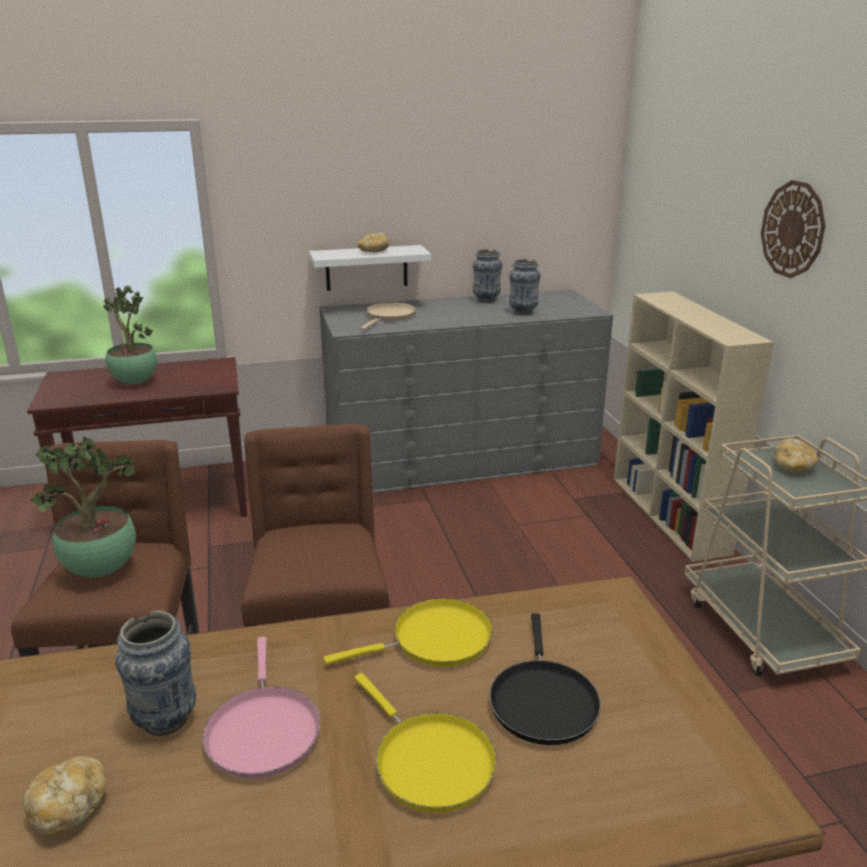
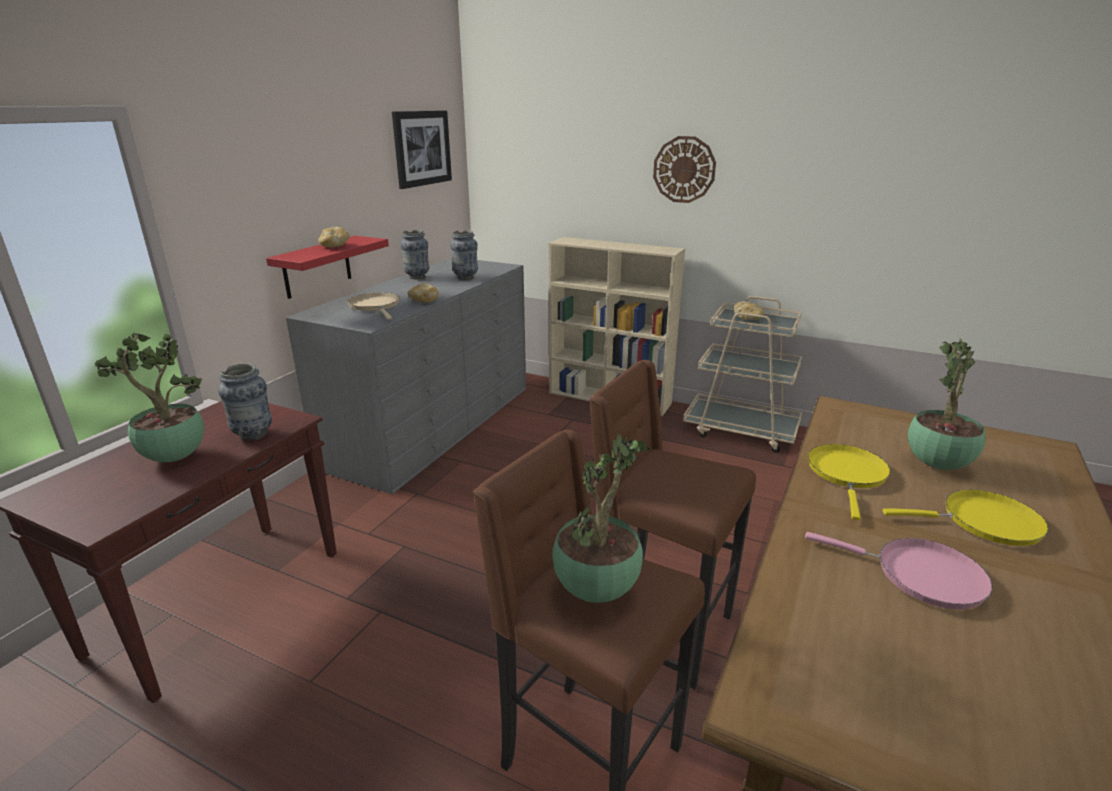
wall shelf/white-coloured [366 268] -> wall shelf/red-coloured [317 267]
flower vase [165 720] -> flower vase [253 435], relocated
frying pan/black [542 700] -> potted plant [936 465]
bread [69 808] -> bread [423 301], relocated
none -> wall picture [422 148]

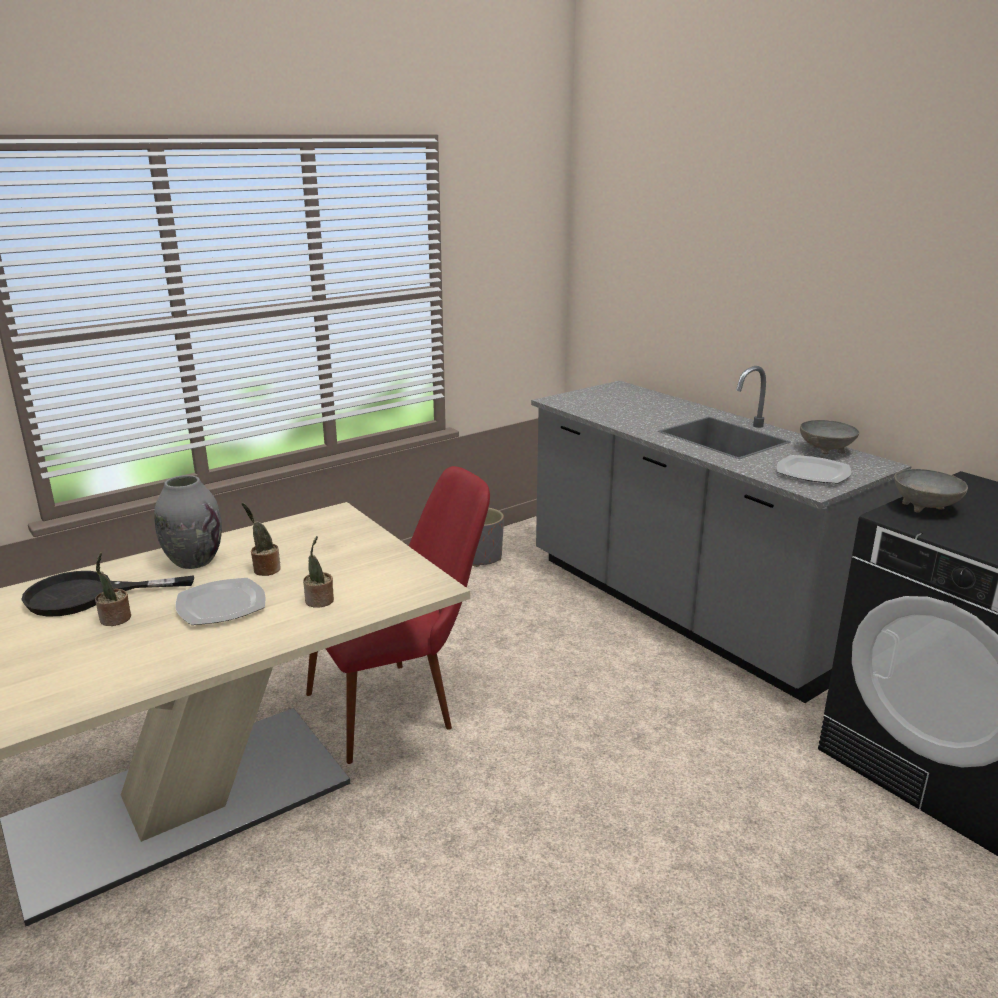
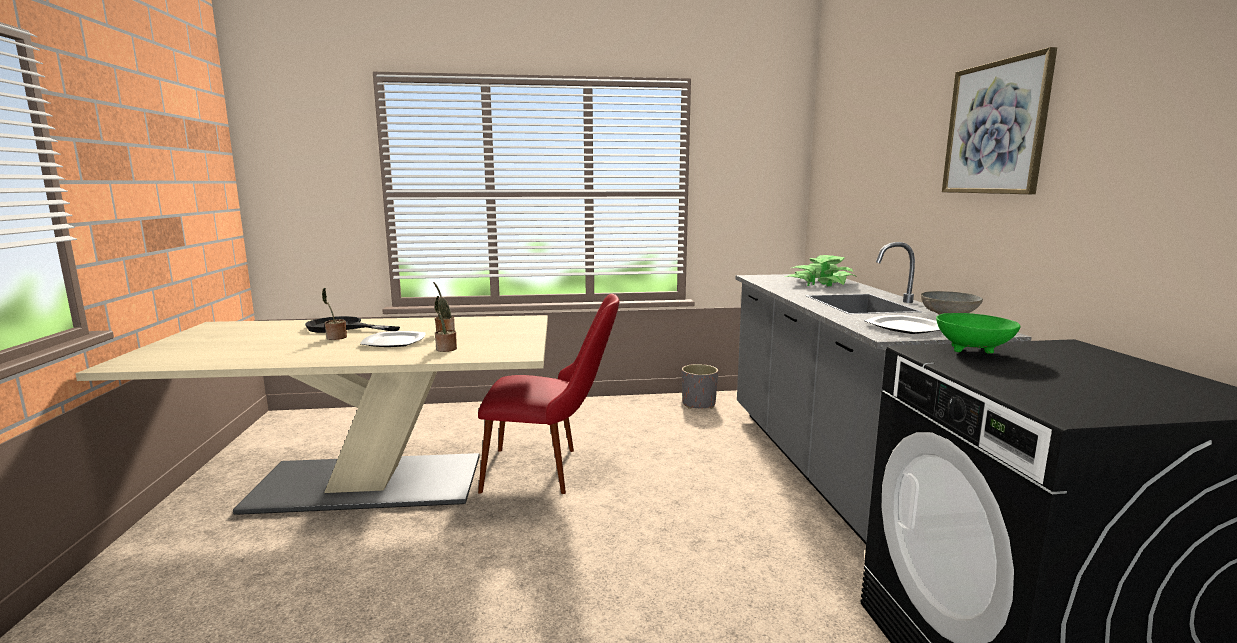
deep dish/greyish [925 508] -> deep dish/green [972 351]
flower vase/greyish [194 561] -> none
none -> wall picture [995 128]
none -> potted plant [821 283]

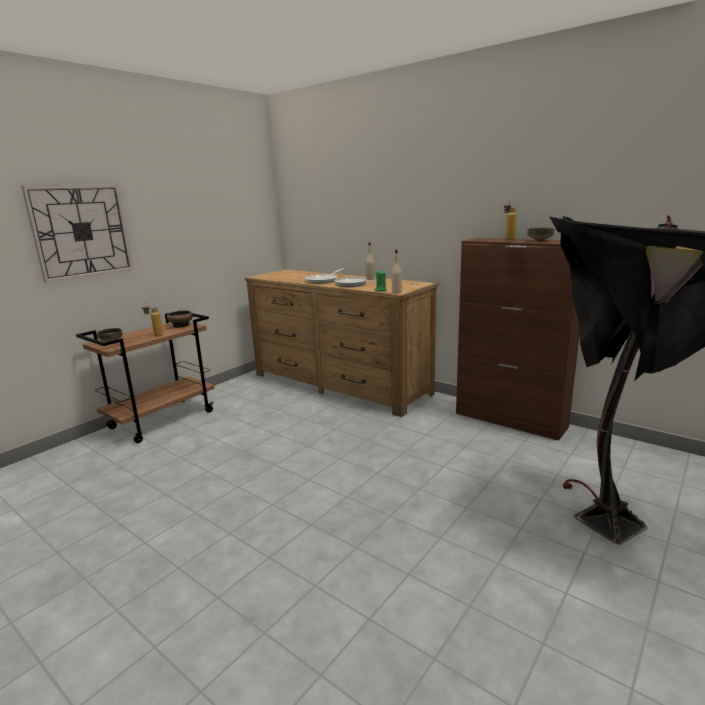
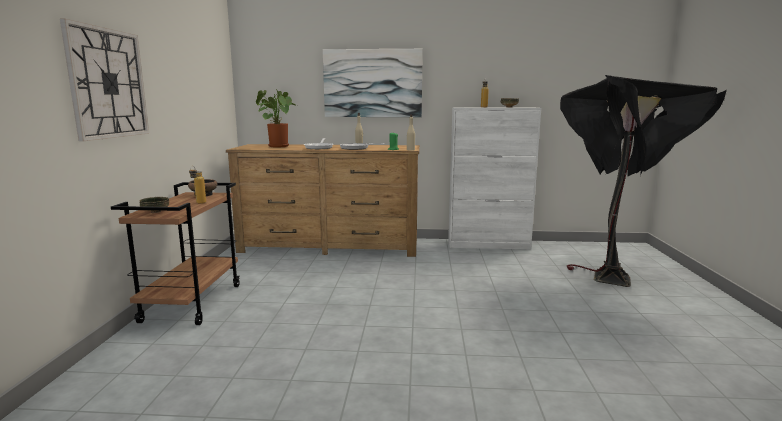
storage cabinet/brown-coloured [510 420] -> storage cabinet/white-coloured [489 244]
none -> wall picture [372 83]
none -> potted plant [277 146]

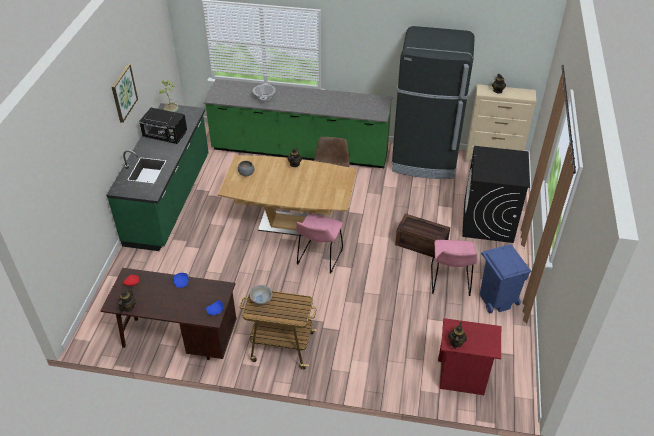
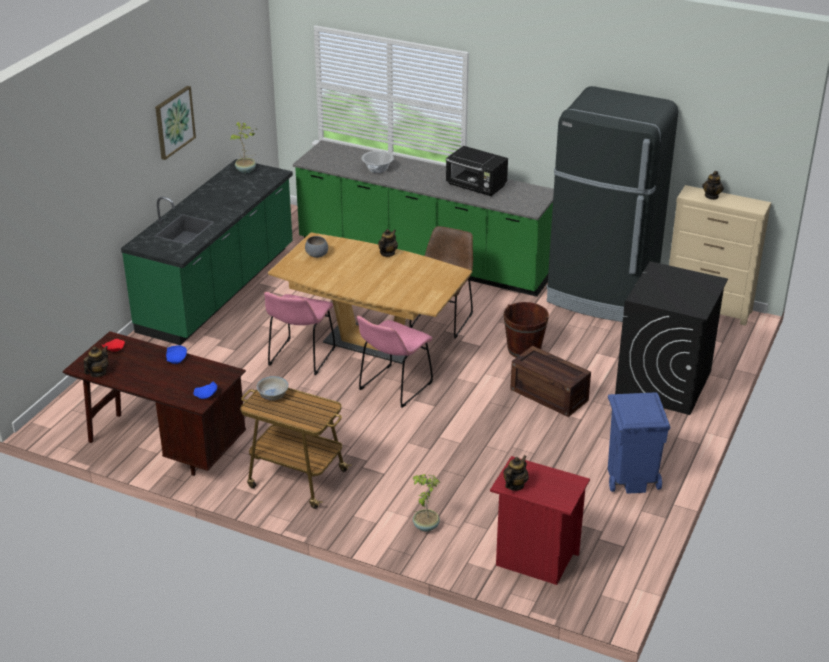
microwave oven/black [165 136] -> microwave oven/black [476 186], relocated
upright chair/pinkish [450 283] -> upright chair/pinkish [300 359], relocated
none -> pail/brown-coloured [524 349]
none -> potted plant [425 526]

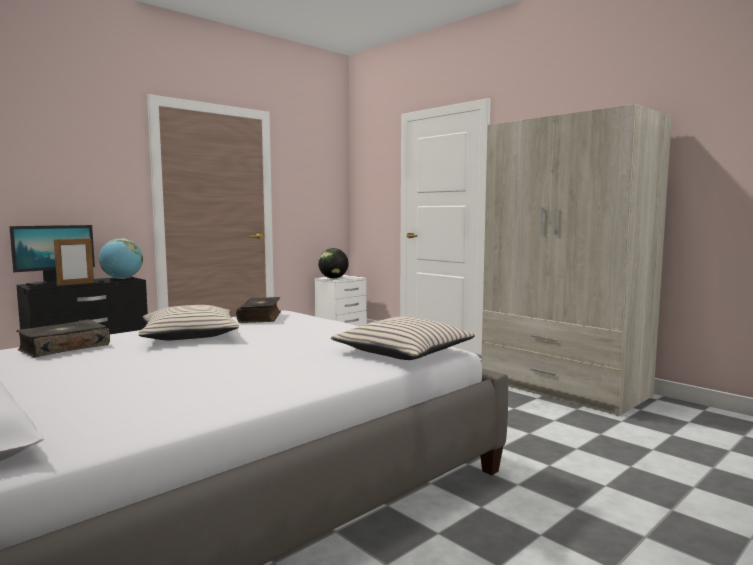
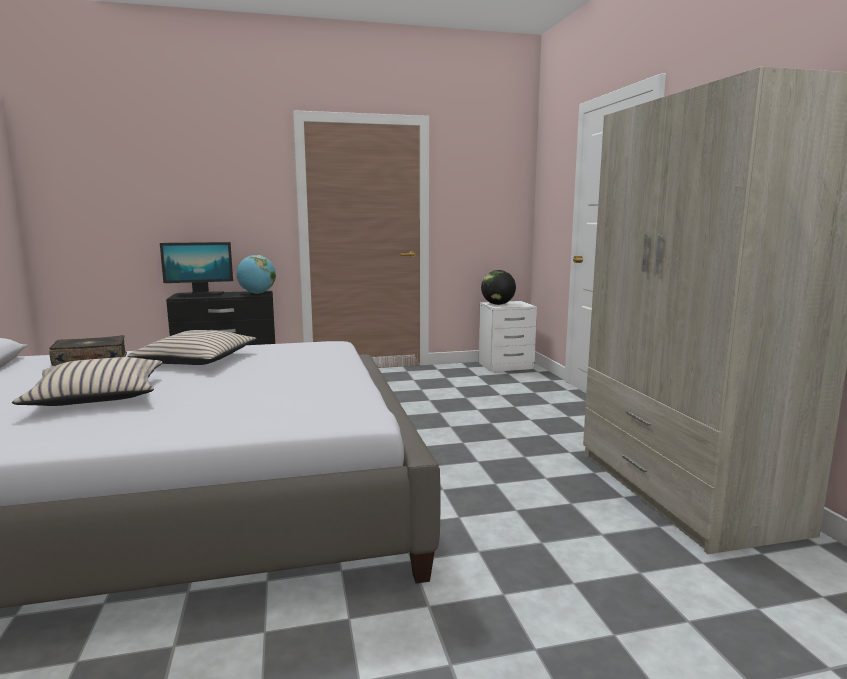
standing frame [75 284] -> none
bound book [261 317] -> none
throw pillow/sand-coloured [404 352] -> throw pillow/sand-coloured [97 396], relocated

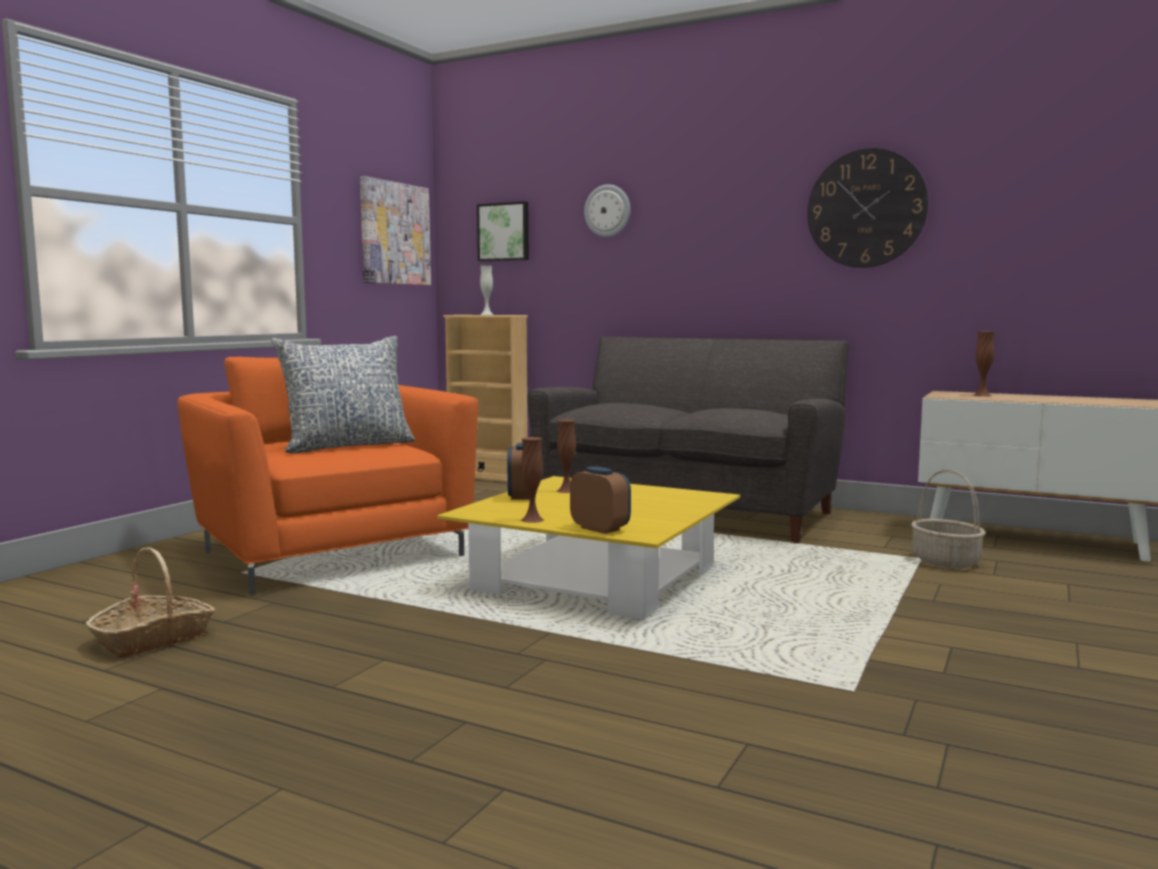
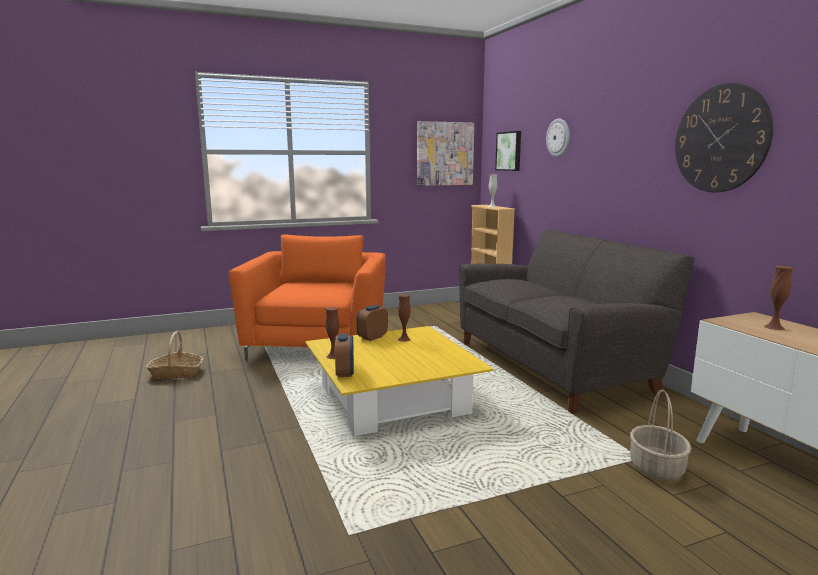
throw pillow [347 446] -> none

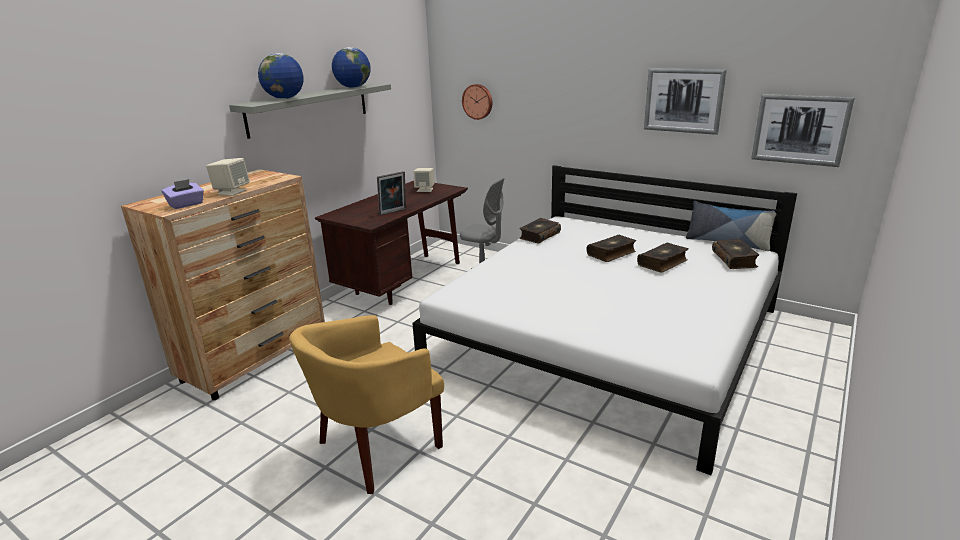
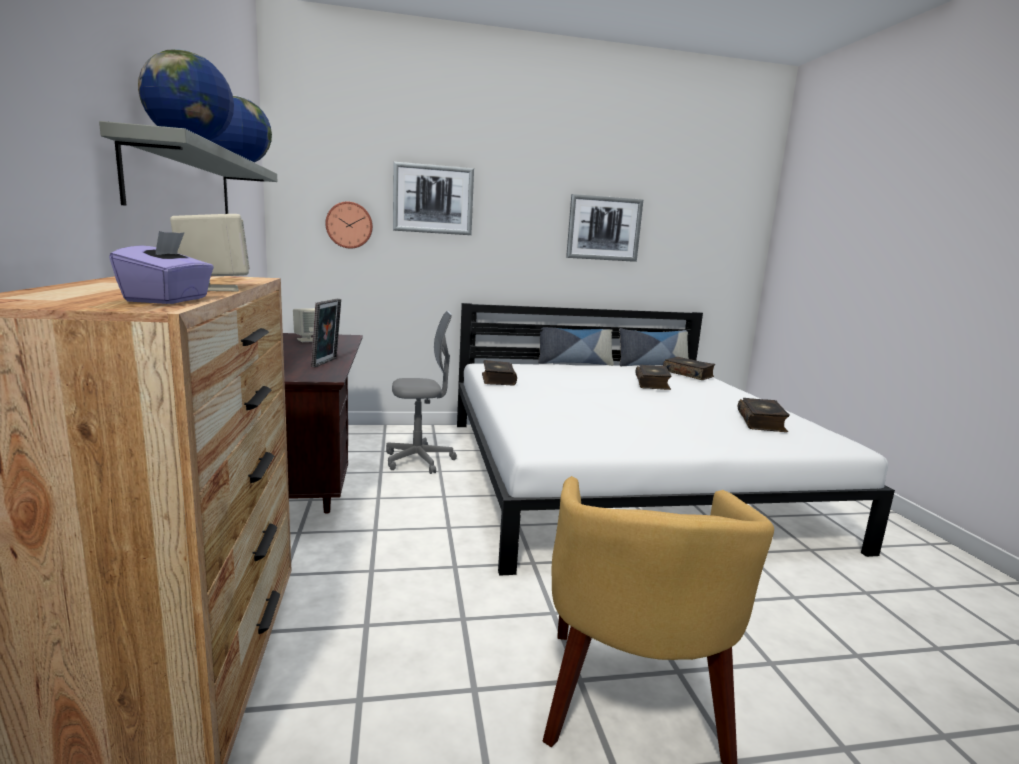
wall picture [800 129] -> wall picture [433 199], relocated
bound book [612 253] -> bound book [762 422], relocated
none -> throw pillow [574 363]

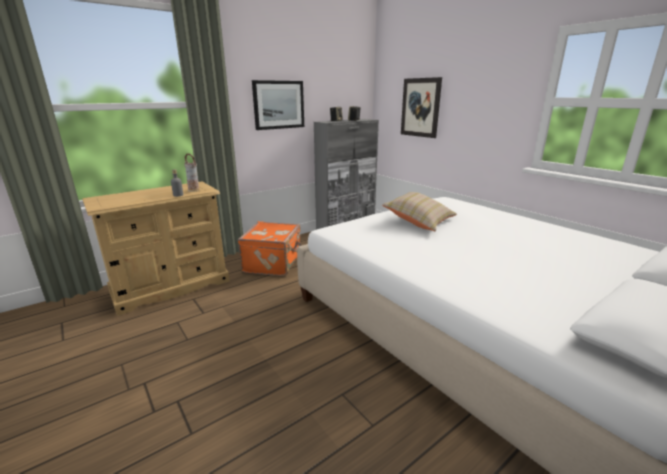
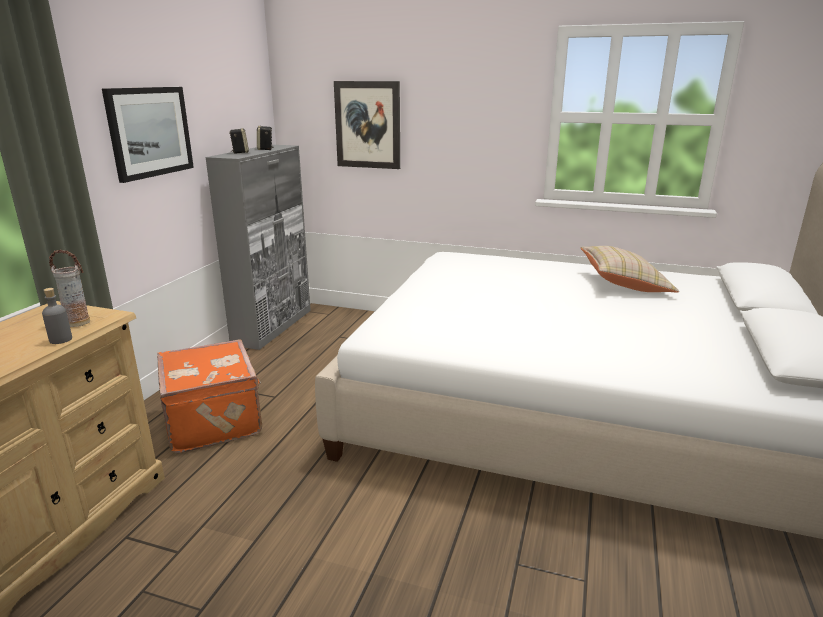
throw pillow/sand-coloured [419 221] -> throw pillow/sand-coloured [623 284], relocated

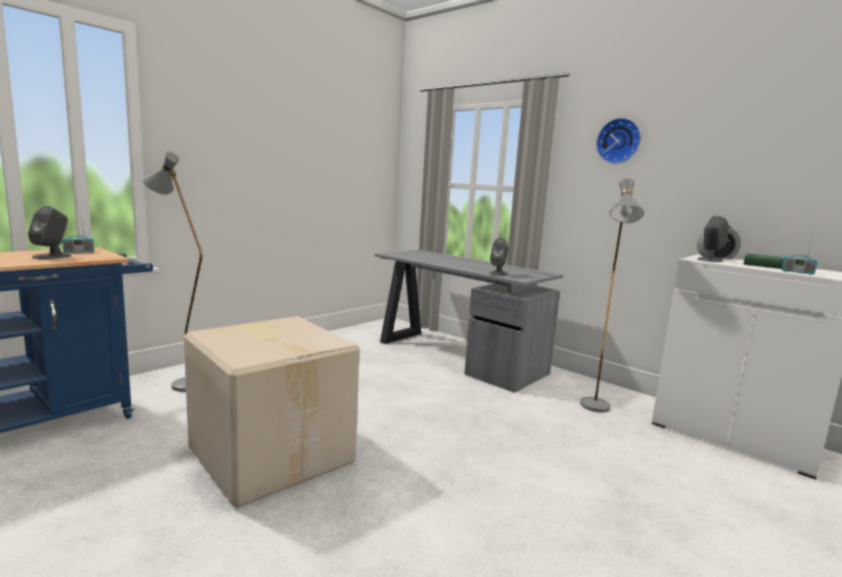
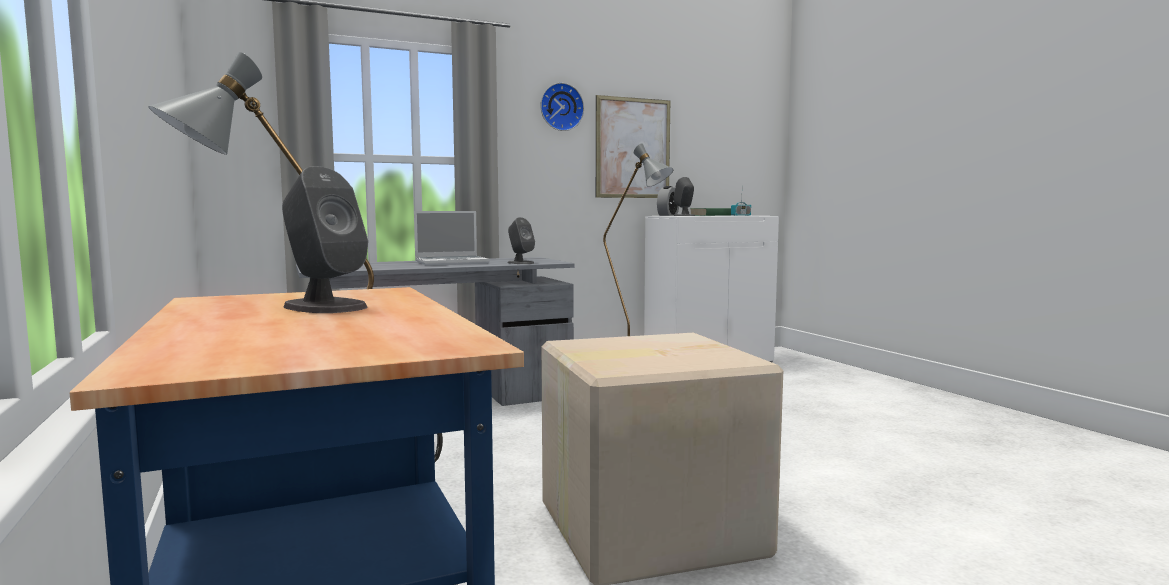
radio receiver [79 252] -> none
none -> wall picture [633 148]
none -> notebook computer [452 262]

